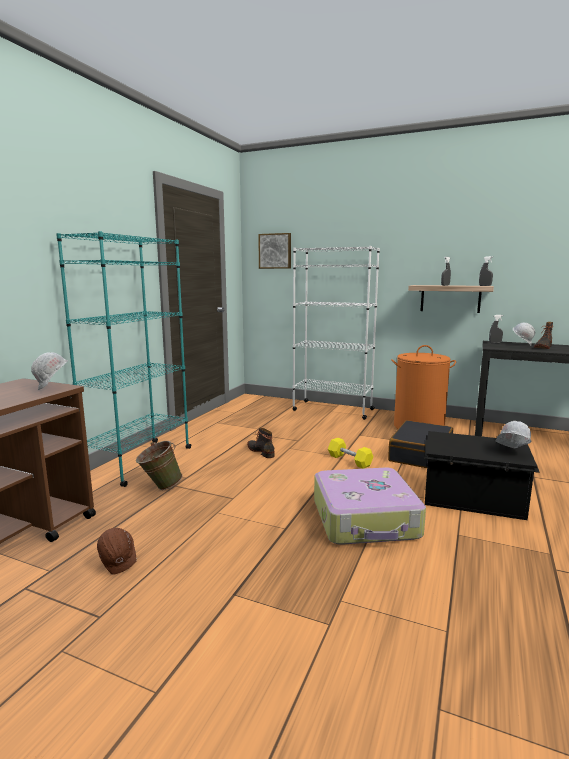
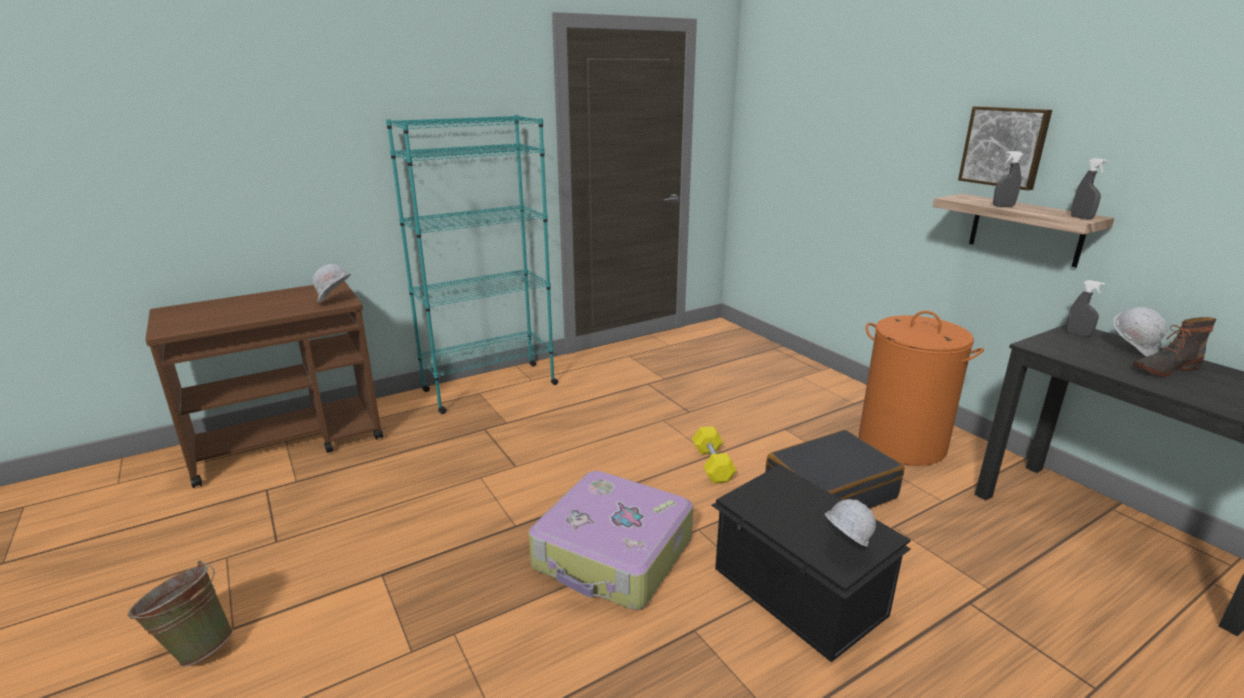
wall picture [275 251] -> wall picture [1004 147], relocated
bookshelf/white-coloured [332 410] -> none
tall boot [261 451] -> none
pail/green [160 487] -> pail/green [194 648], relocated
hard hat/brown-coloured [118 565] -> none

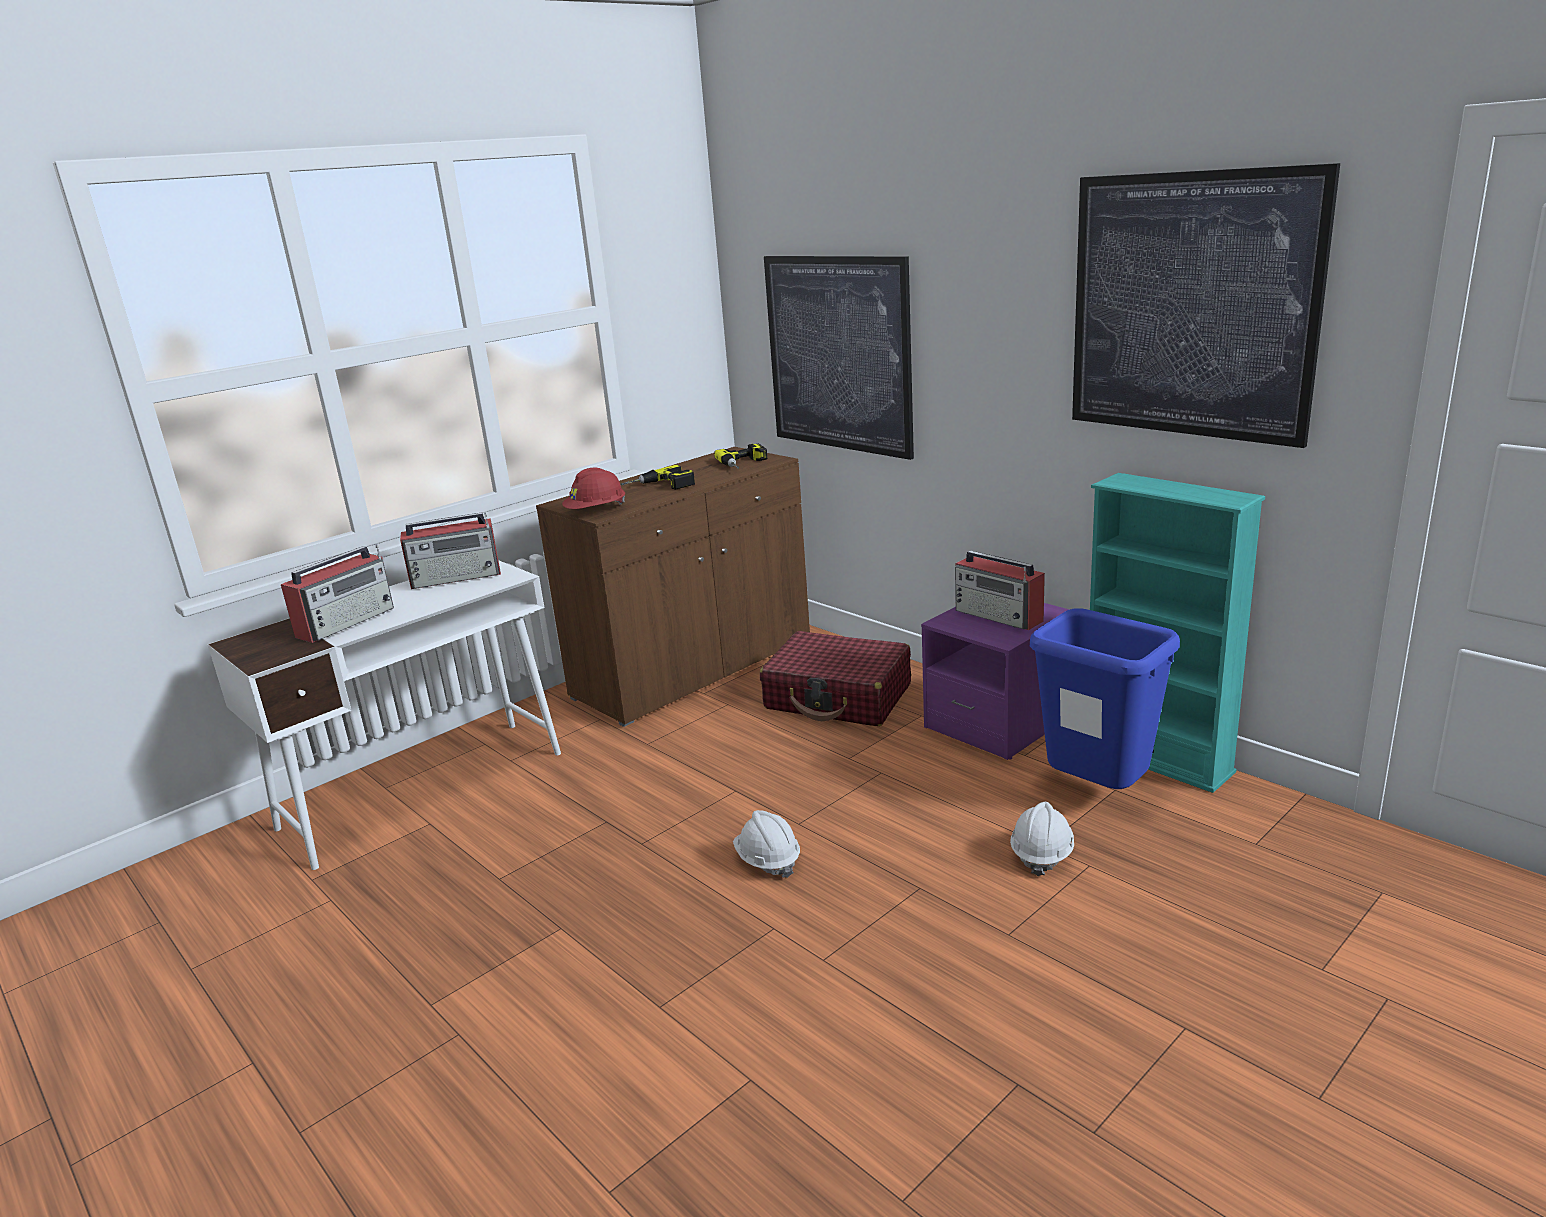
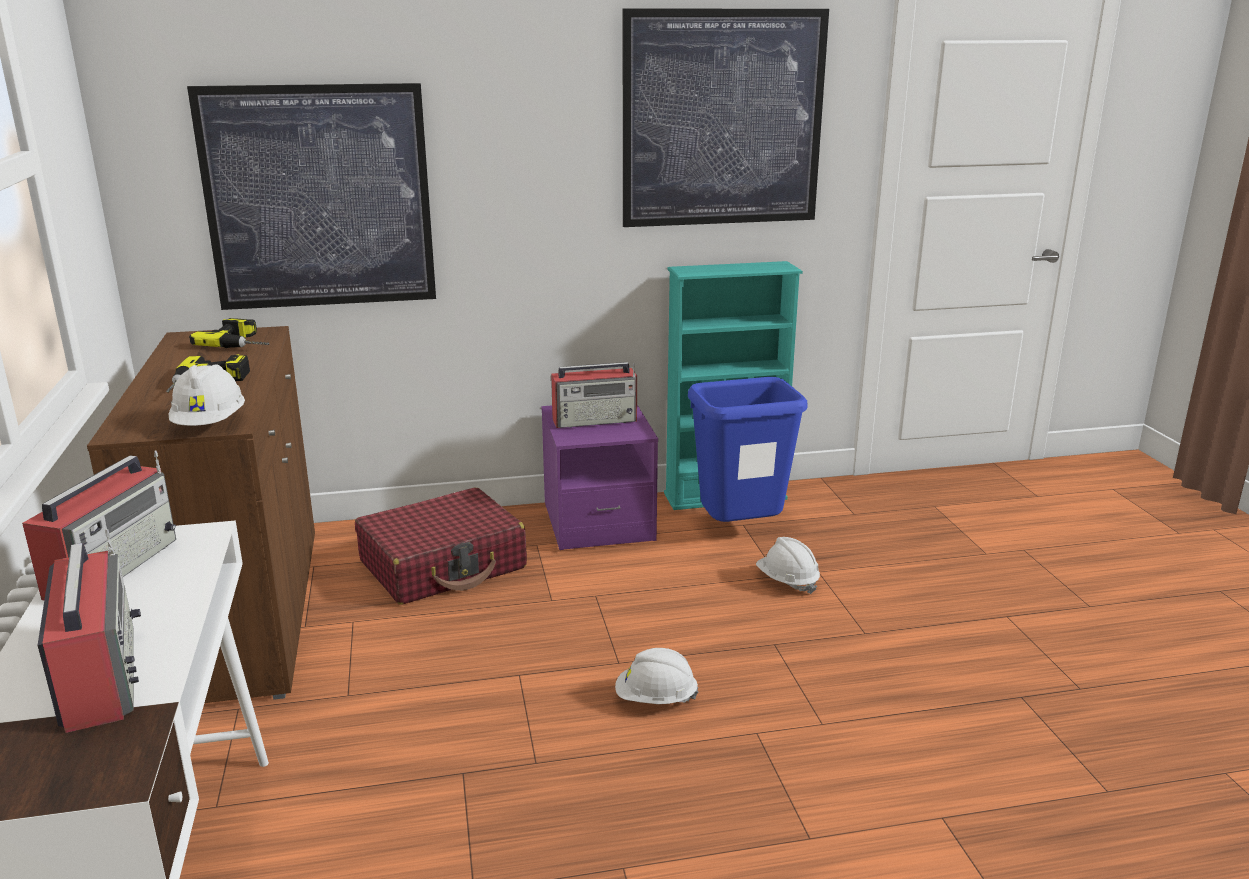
hard hat/red-coloured [596 511] -> hard hat/white-coloured [210 424]

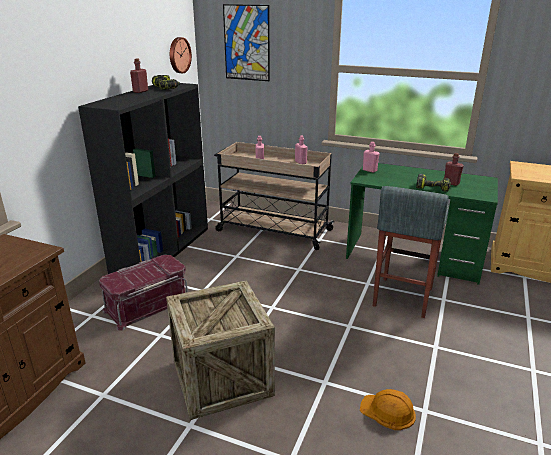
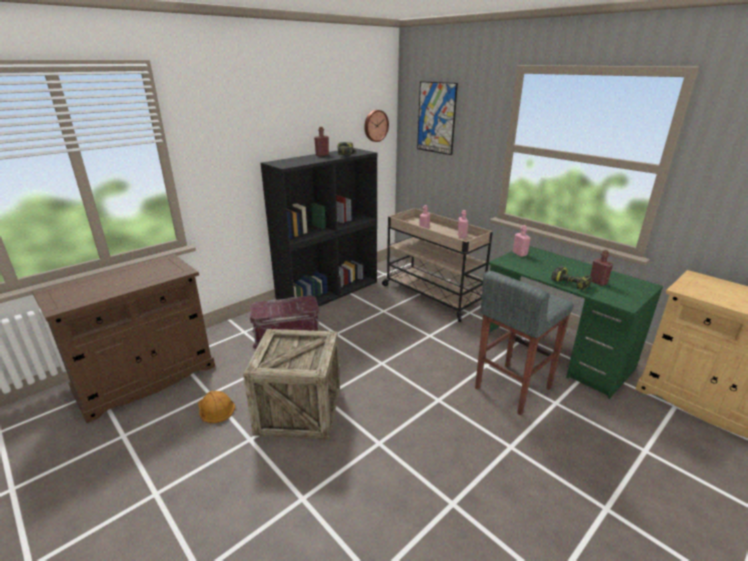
hard hat/orangey [388 411] -> hard hat/orangey [215 408], relocated

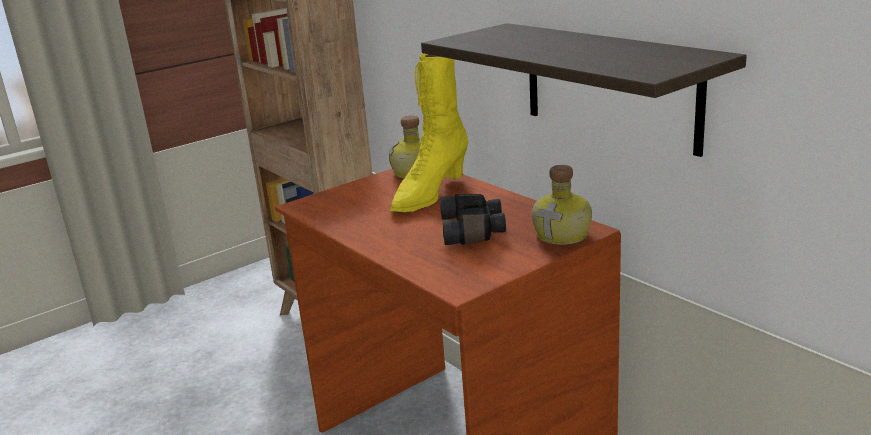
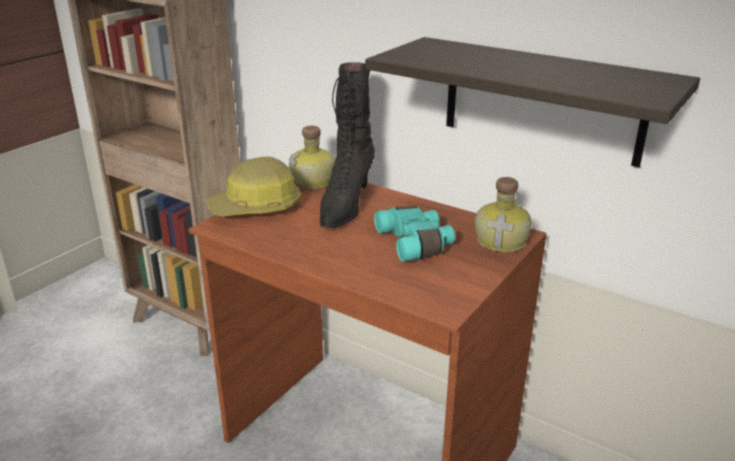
tall boot/yellow-coloured [430 194] -> tall boot/black [345 205]
binoculars/black [474 231] -> binoculars/blue-green [416 243]
none -> hard hat [256 207]

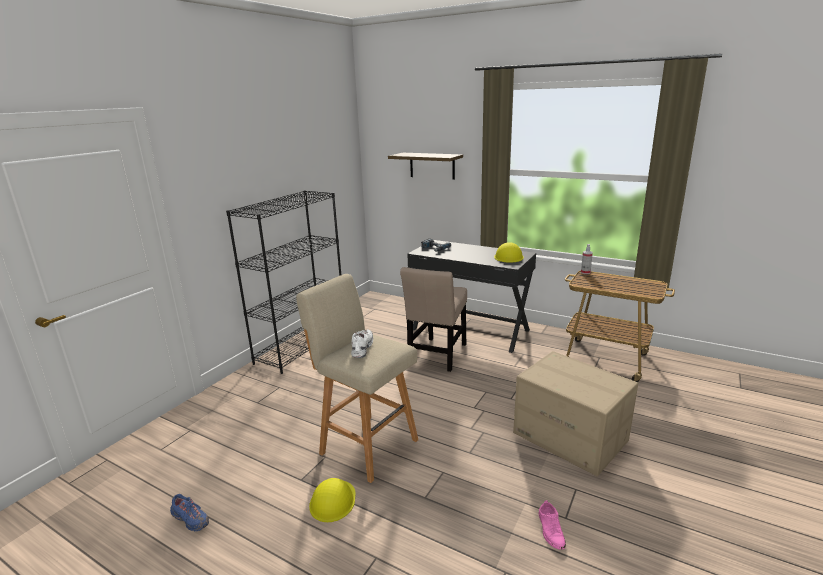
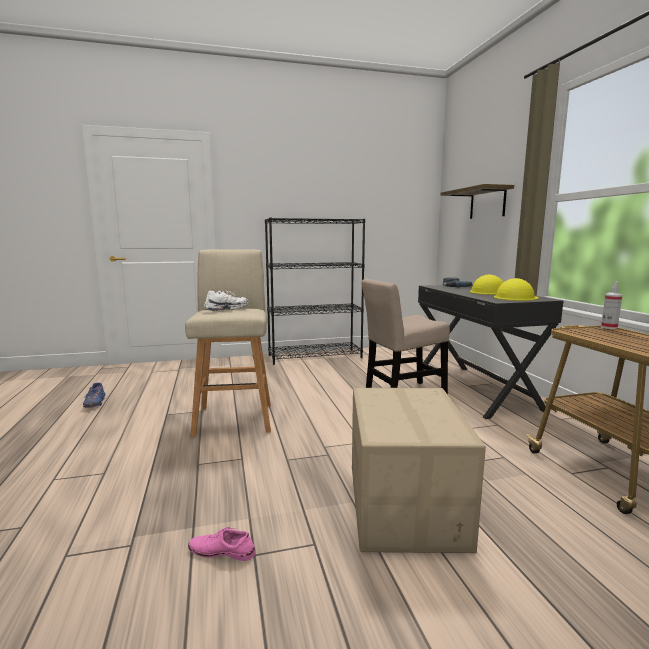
hard hat/yellow-coloured [333 501] -> hard hat/yellow-coloured [489 292], relocated
item of footwear/pinkish [551 530] -> item of footwear/pinkish [222 551], 60 degrees clockwise

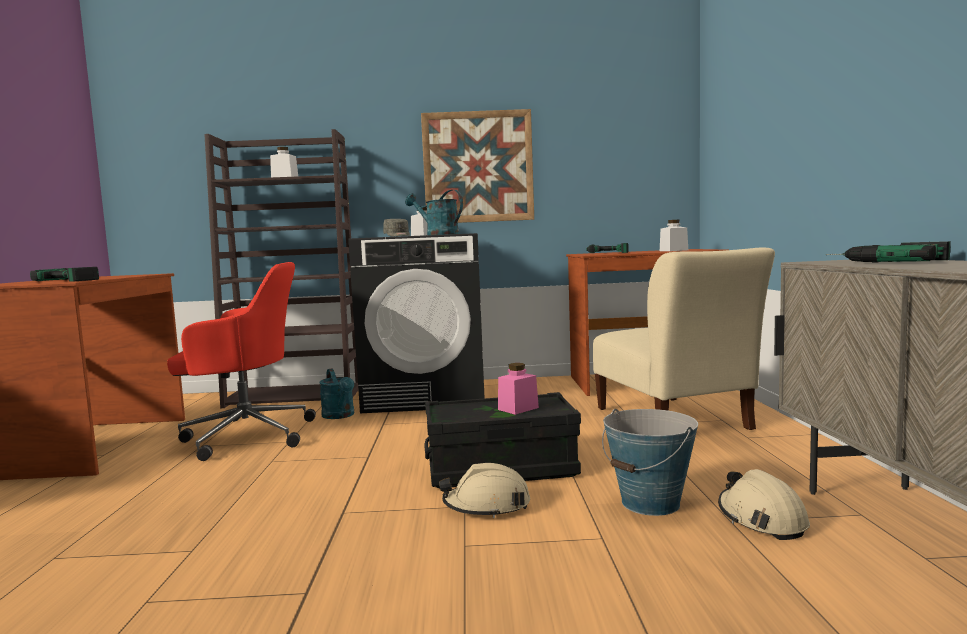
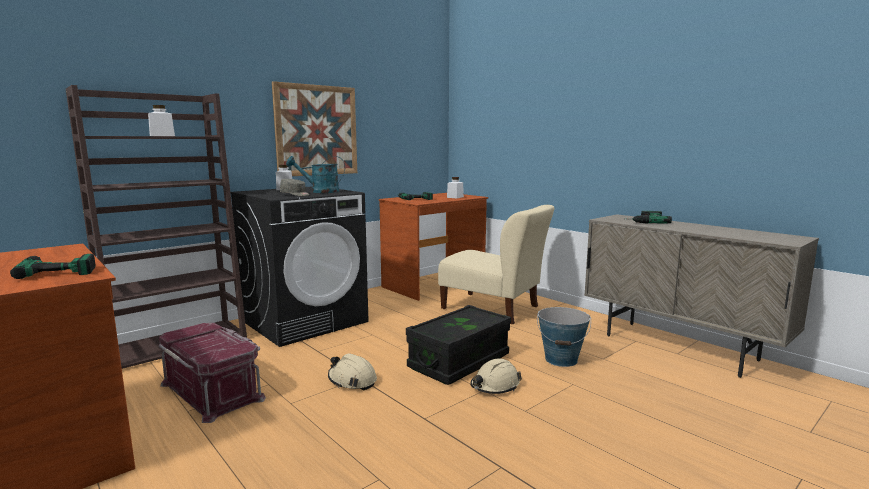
computer chair/red-coloured [245 436] -> storage bin/red-coloured [213 391]
preserve jar/pinkish [518 408] -> none
watering pot/blue-green [340 416] -> none
hard hat/sand-coloured [761 519] -> hard hat/sand-coloured [352 380], relocated

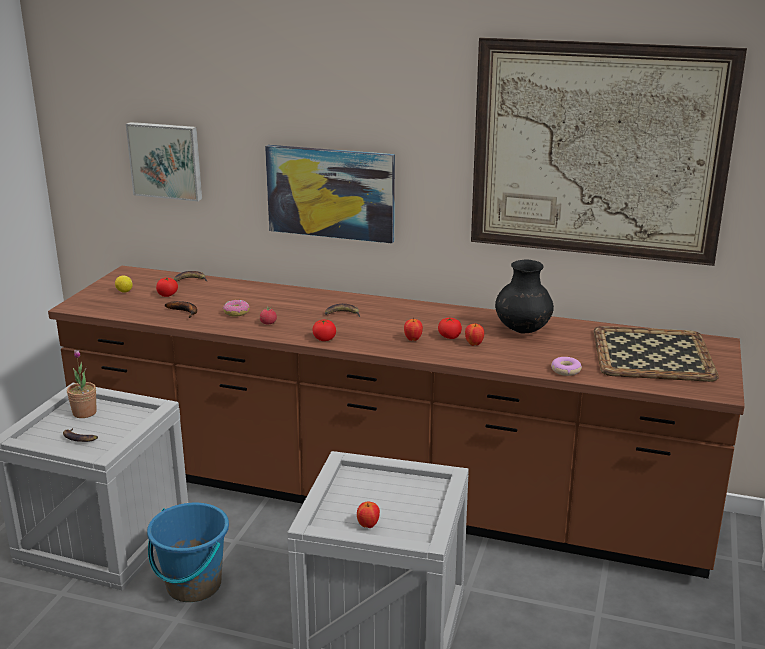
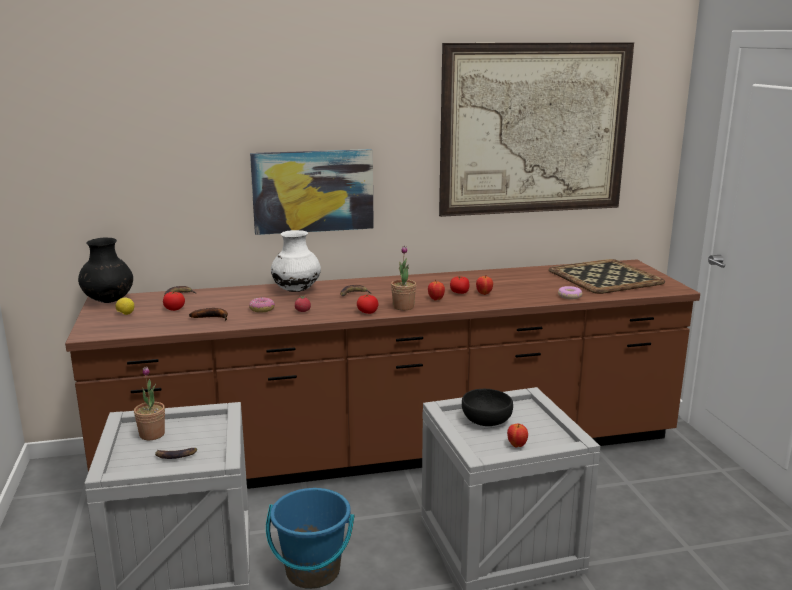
wall picture [166 160] -> none
flower vase/black [522 330] -> flower vase/black [108 301], relocated
none -> flower vase/white-coloured [296 290]
none -> potted plant [403 307]
none -> deep dish/black [486 420]

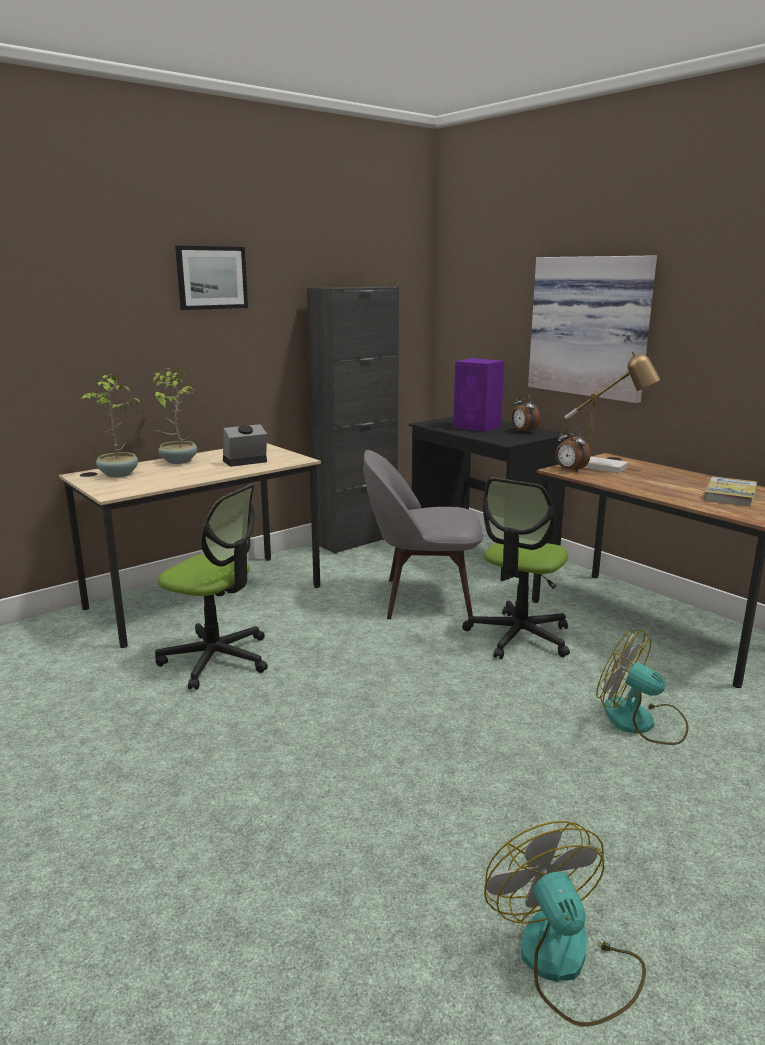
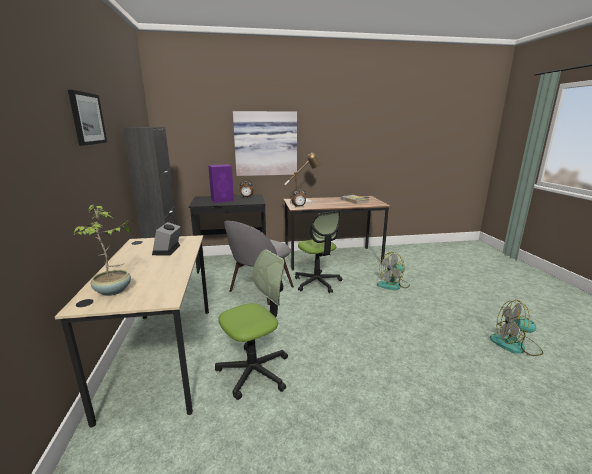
potted plant [177 461] -> none

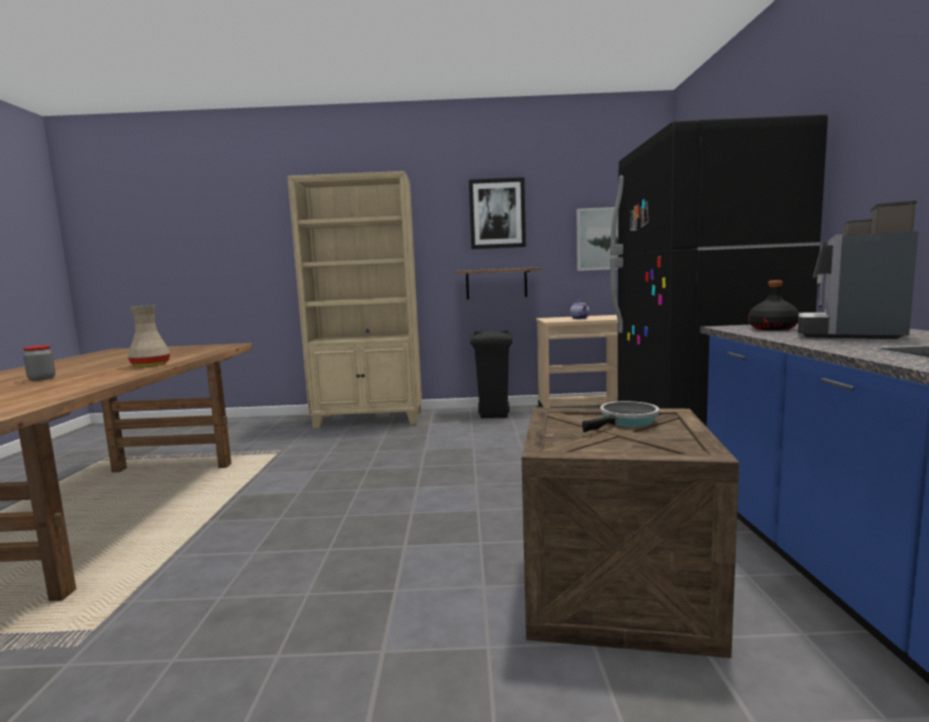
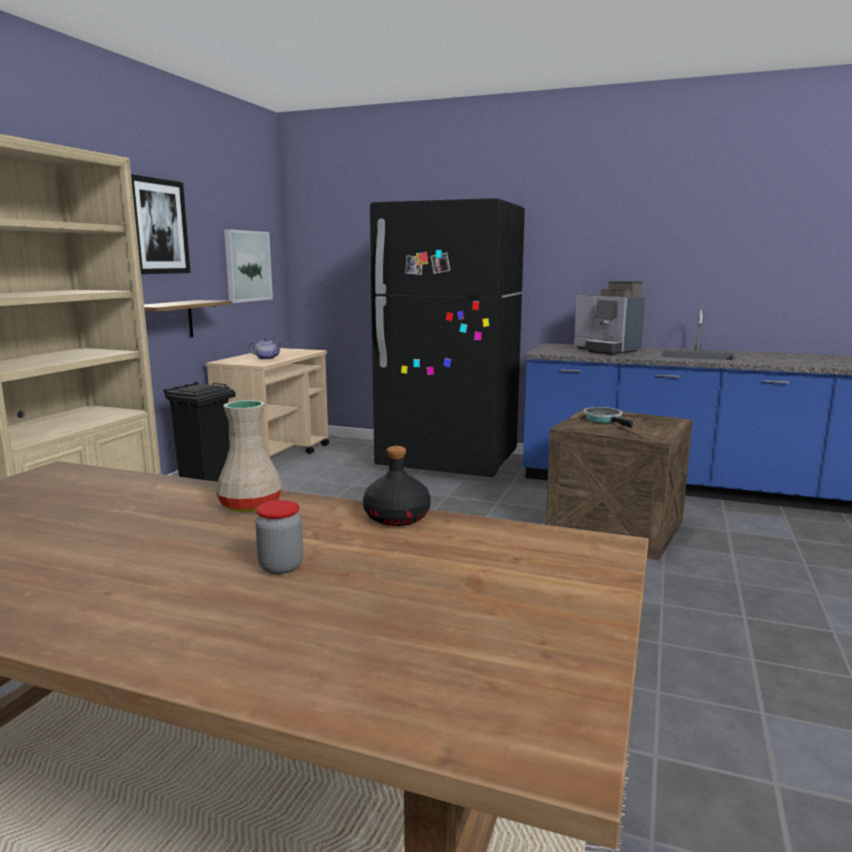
bottle/black [772 329] -> bottle/black [397 517], relocated

